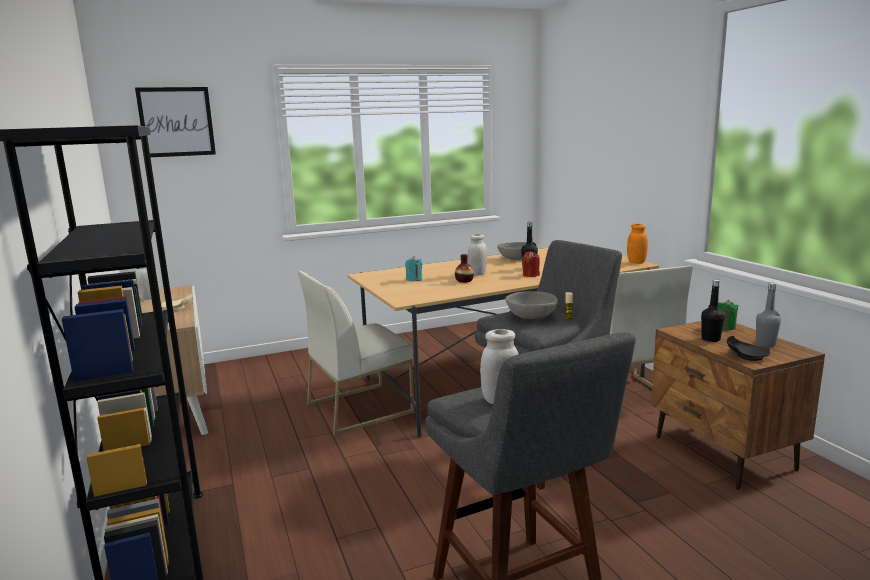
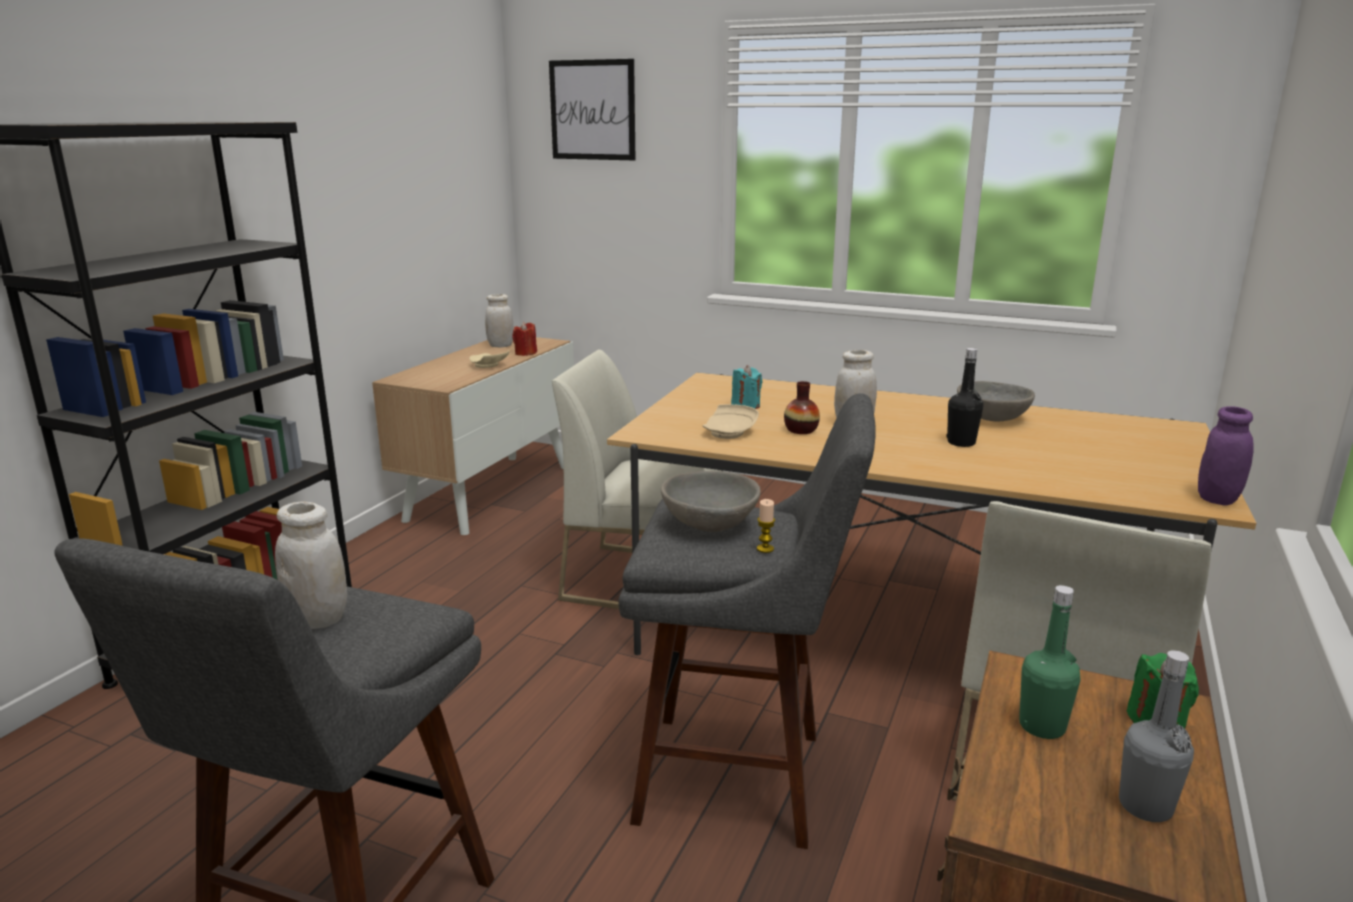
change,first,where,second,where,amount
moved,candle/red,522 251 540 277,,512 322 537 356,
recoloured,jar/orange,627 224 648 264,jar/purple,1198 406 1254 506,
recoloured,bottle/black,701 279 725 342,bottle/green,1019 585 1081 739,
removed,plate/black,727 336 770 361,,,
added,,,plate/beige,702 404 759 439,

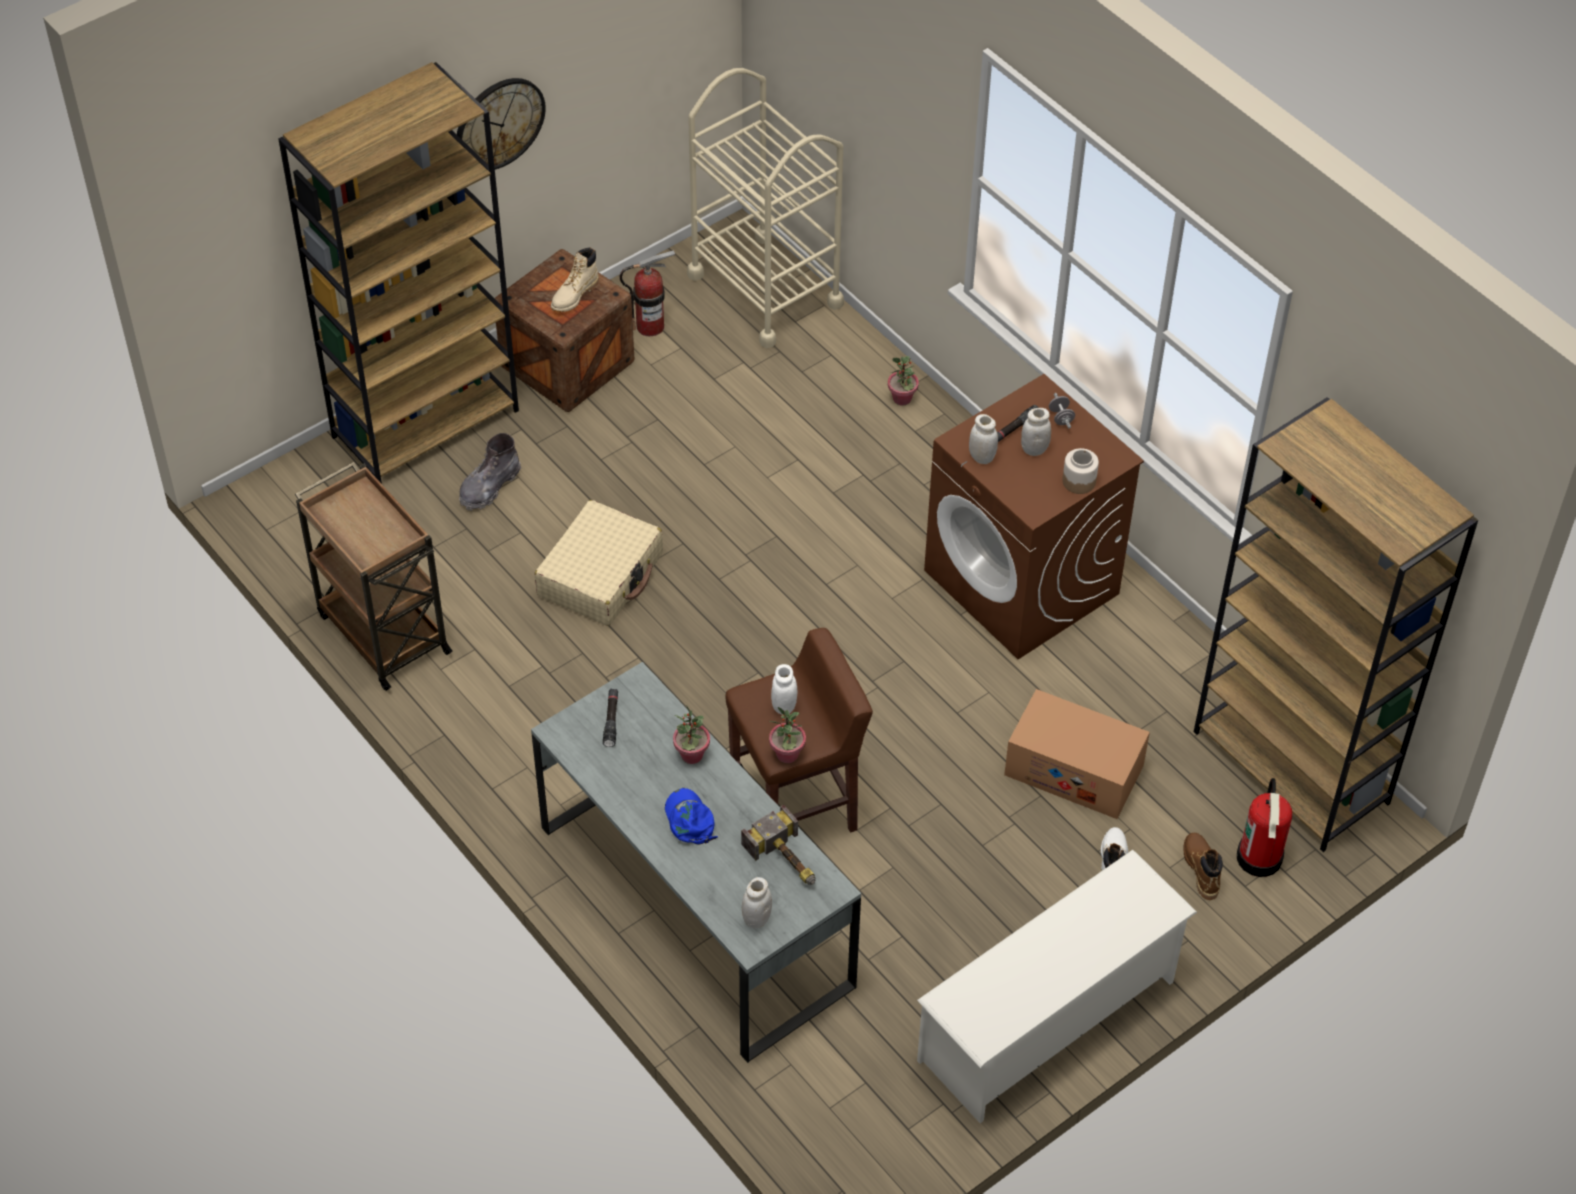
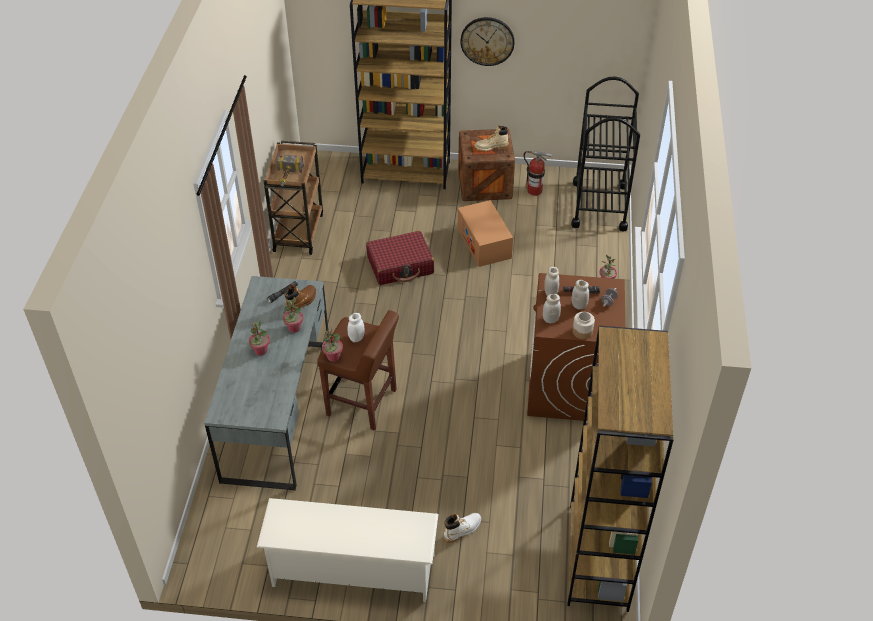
change,first,where,second,where,amount
removed,boot/grey,459 433 521 511,,,
recoloured,suitcase/beige,535 500 663 626,suitcase/red,366 231 434 285,
replaced,cap/blue,665 788 718 844,potted plant,249 320 270 356,
recoloured,cart/beige,687 68 844 348,cart/black,571 77 640 231,
moved,hammer,741 805 815 885,,276 154 304 186,
moved,jar/white,742 877 772 928,,543 294 561 323,
moved,cardboard box,1004 689 1150 819,,458 200 513 267,
moved,boot/brown,1183 833 1223 900,,285 285 316 312,
removed,fire extinguisher,1237 778 1292 877,,,

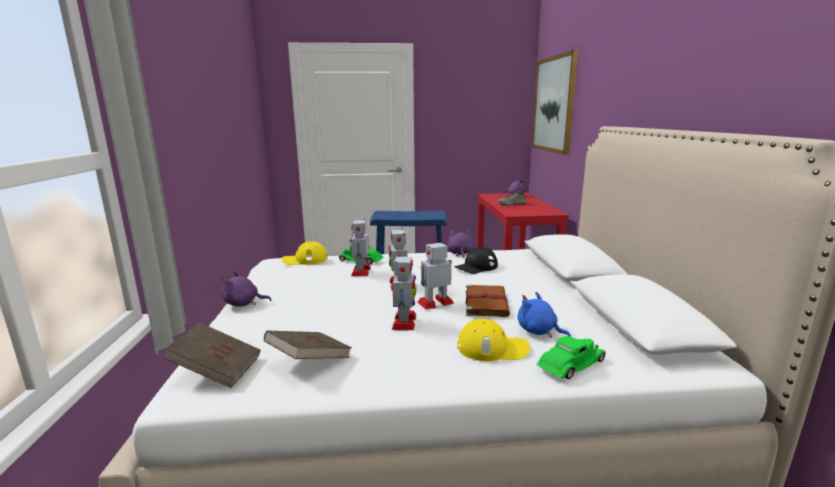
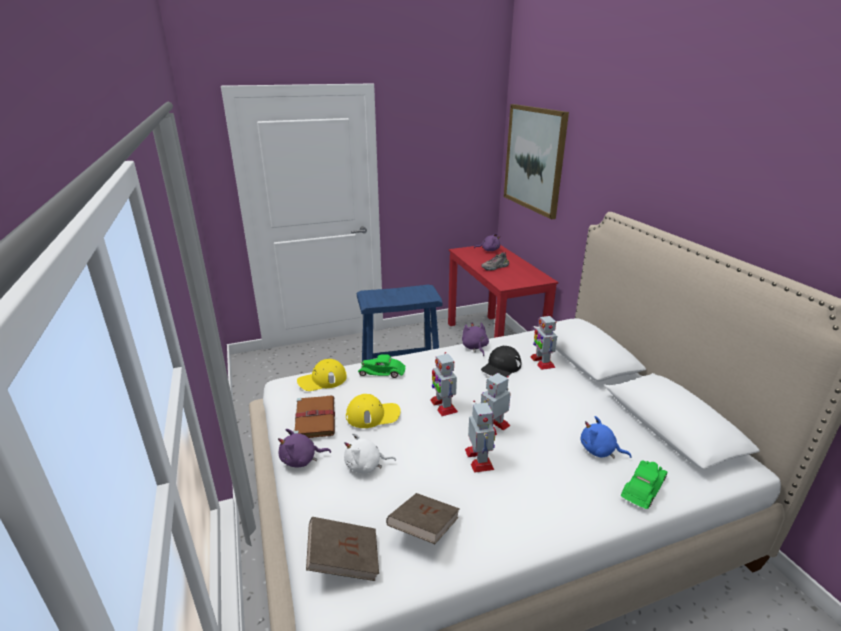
change,first,where,second,where,amount
moved,toy robot,350 219 371 276,,530 314 557 370,
moved,cap/yellow,457 319 530 361,,346 394 401 428,
moved,book/brown,466 284 510 317,,293 396 335 438,
added,,,plush toy/white,344 433 396 473,

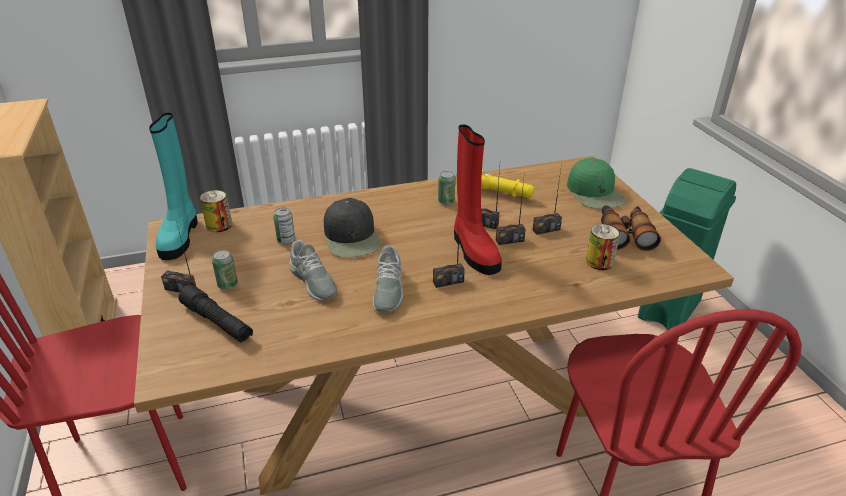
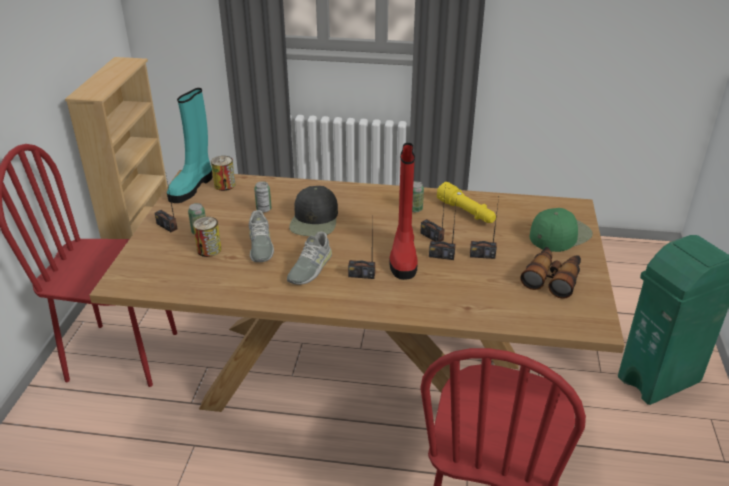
change,first,where,second,where,amount
removed,flashlight/black,178 285 253 343,,,
turned,cap/green,567 158 626 209,,530 208 593 252,135 degrees counterclockwise
moved,can,586 224 620 270,,193 217 221 257,

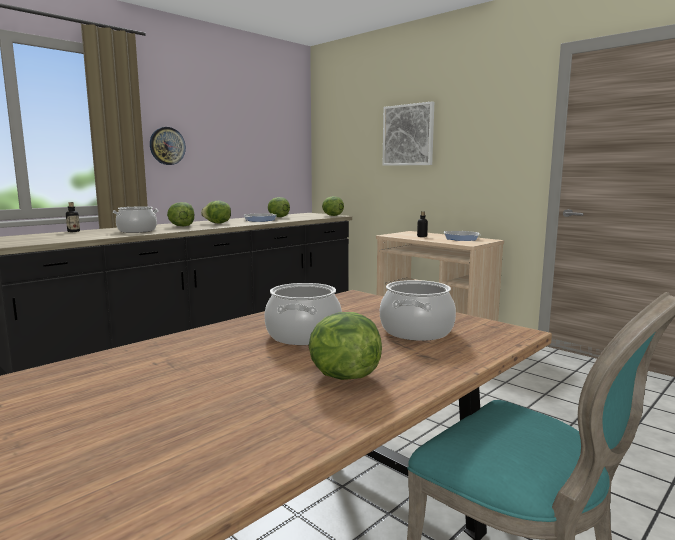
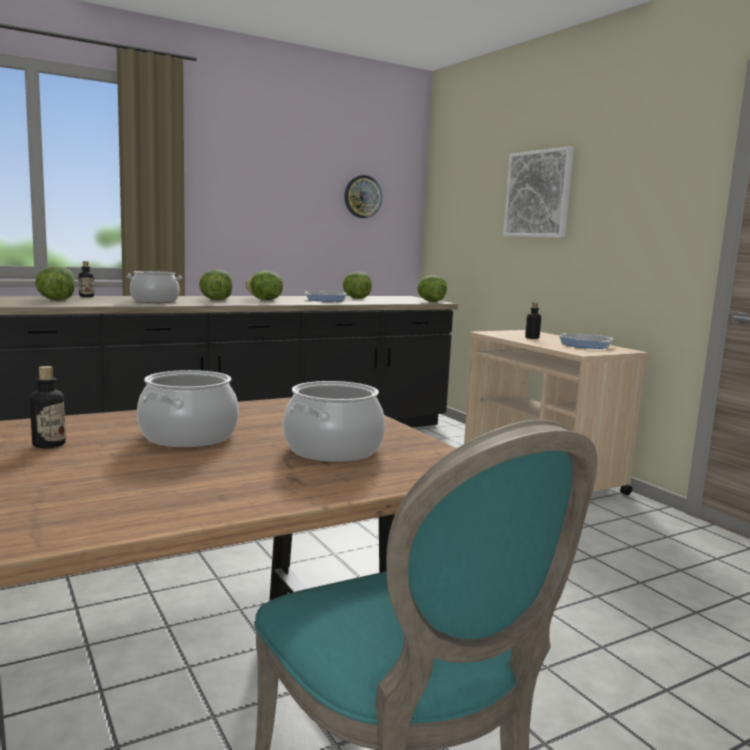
change,first,where,second,where,amount
moved,wall clock,150 127 186 165,,344 175 382 218,
moved,lettuce,308 312 382 380,,35 266 75 300,
added,,,bottle,30 366 66 448,

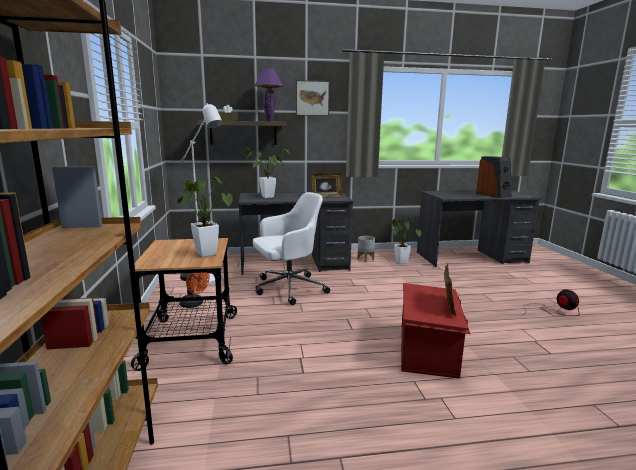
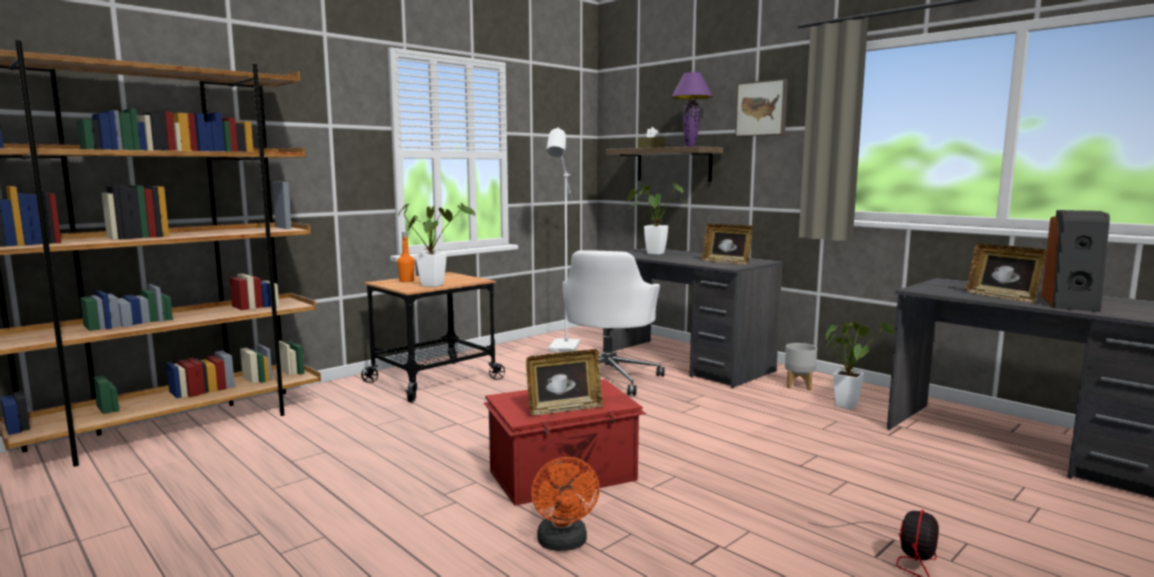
change,first,where,second,where,amount
moved,fan/orange,179 272 209 308,,531 457 600 551,
turned,office chair/white,253 192 330 305,,563 250 665 396,75 degrees clockwise
added,,,bottle/orange,397 232 415 282,
added,,,picture frame,966 243 1046 303,

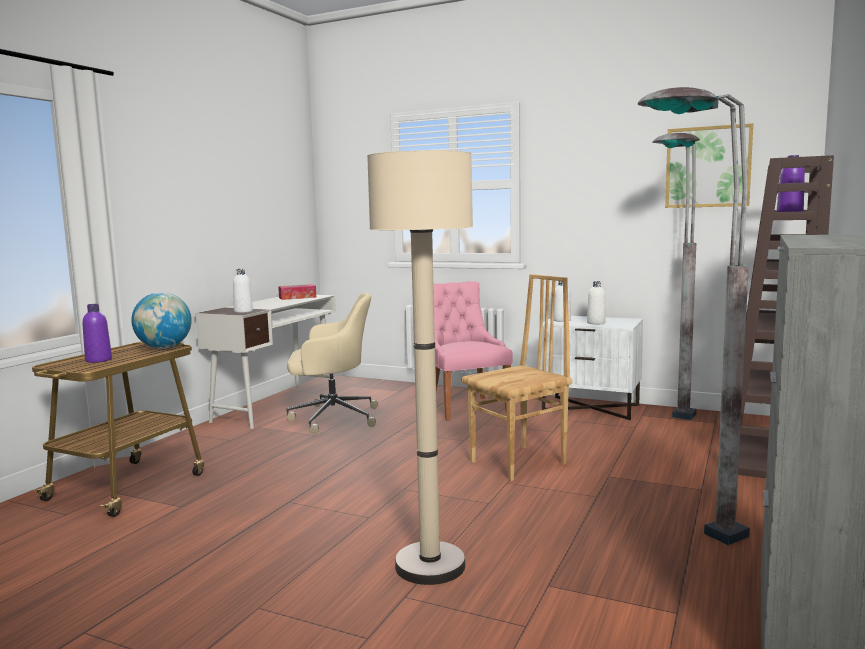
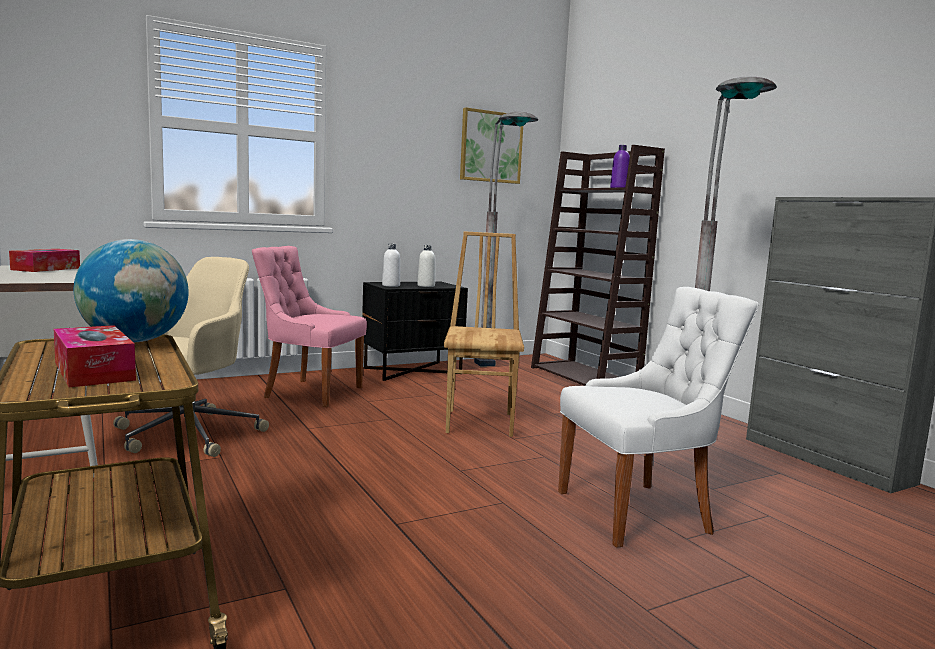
change,first,where,second,where,amount
replaced,bottle/purple,82 304 112 363,tissue box,54 325 136 387,
removed,bottle/white,233 269 253 313,,,
replaced,floor lamp/beige,367 150 473 585,chair/white,558 287 759 548,
recoloured,nightstand/white,540 316 643 420,nightstand/black,362 282 468 381,

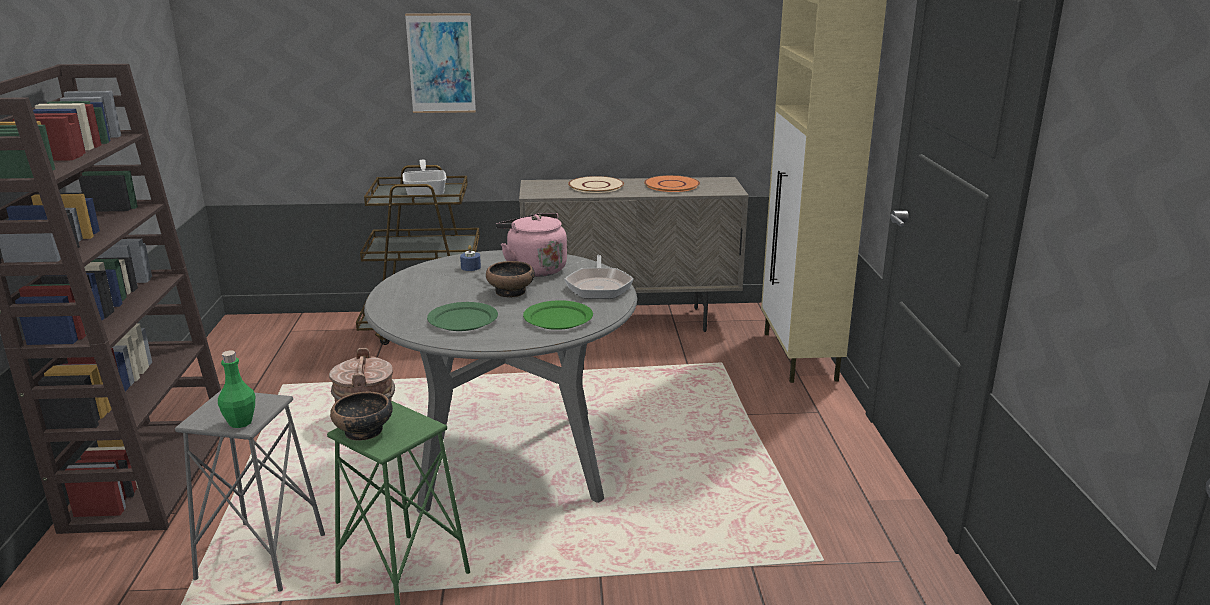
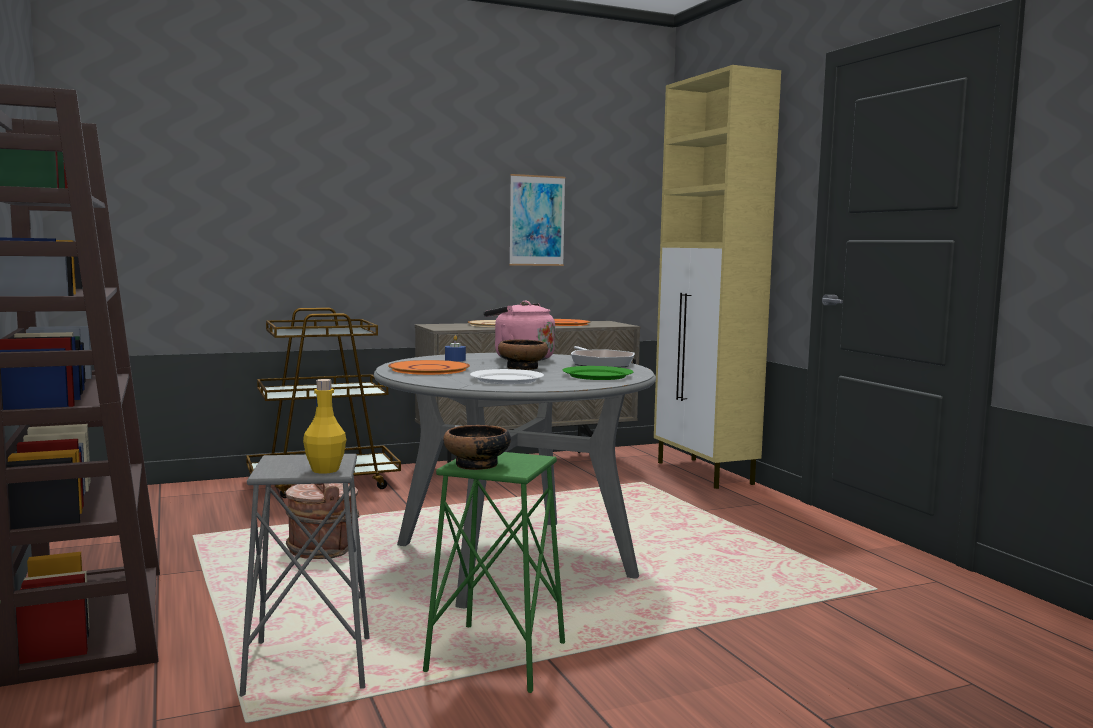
change,first,where,second,where,amount
recoloured,bottle/green,218 351 255 428,bottle/yellow,303 379 346 474,
removed,frying pan,402 160 446 199,,,
moved,picture,405 13 476 113,,509 174 566 266,
recoloured,plate/green,427 302 498 331,plate/white,470 369 544 384,
added,,,plate/orange,388 360 470 375,

